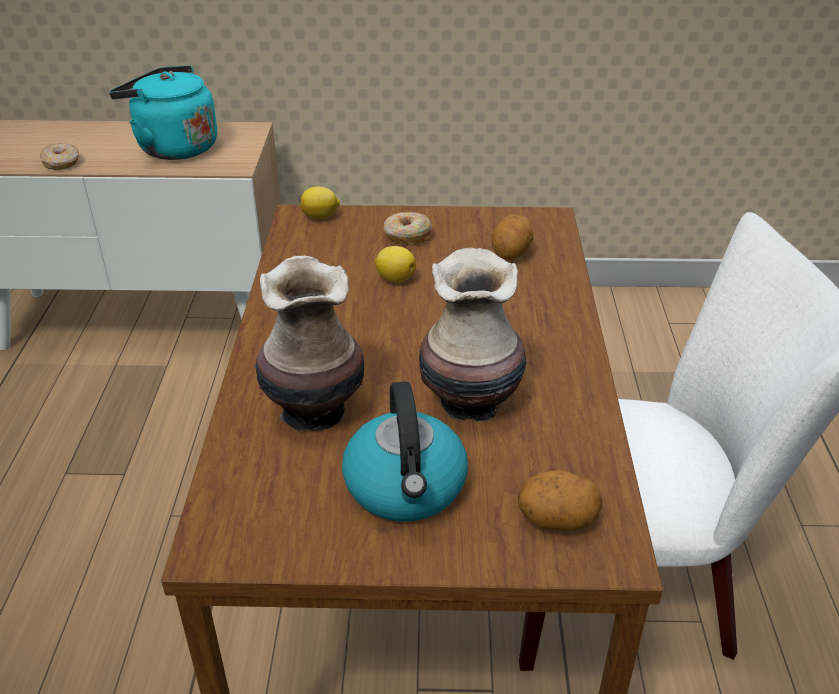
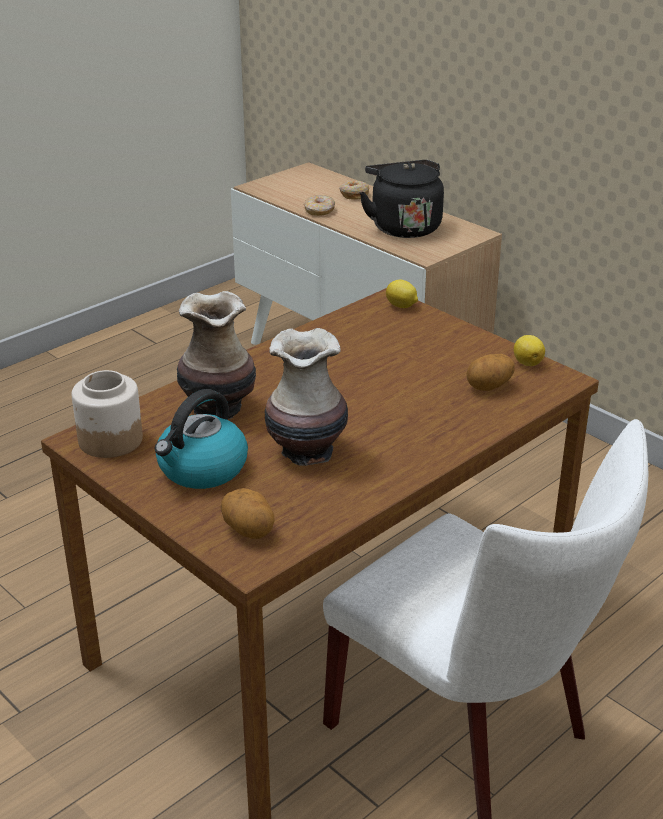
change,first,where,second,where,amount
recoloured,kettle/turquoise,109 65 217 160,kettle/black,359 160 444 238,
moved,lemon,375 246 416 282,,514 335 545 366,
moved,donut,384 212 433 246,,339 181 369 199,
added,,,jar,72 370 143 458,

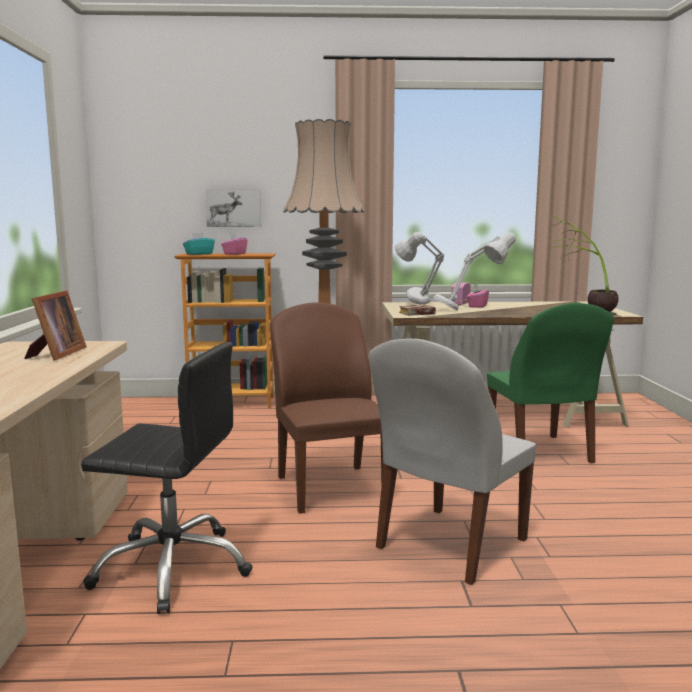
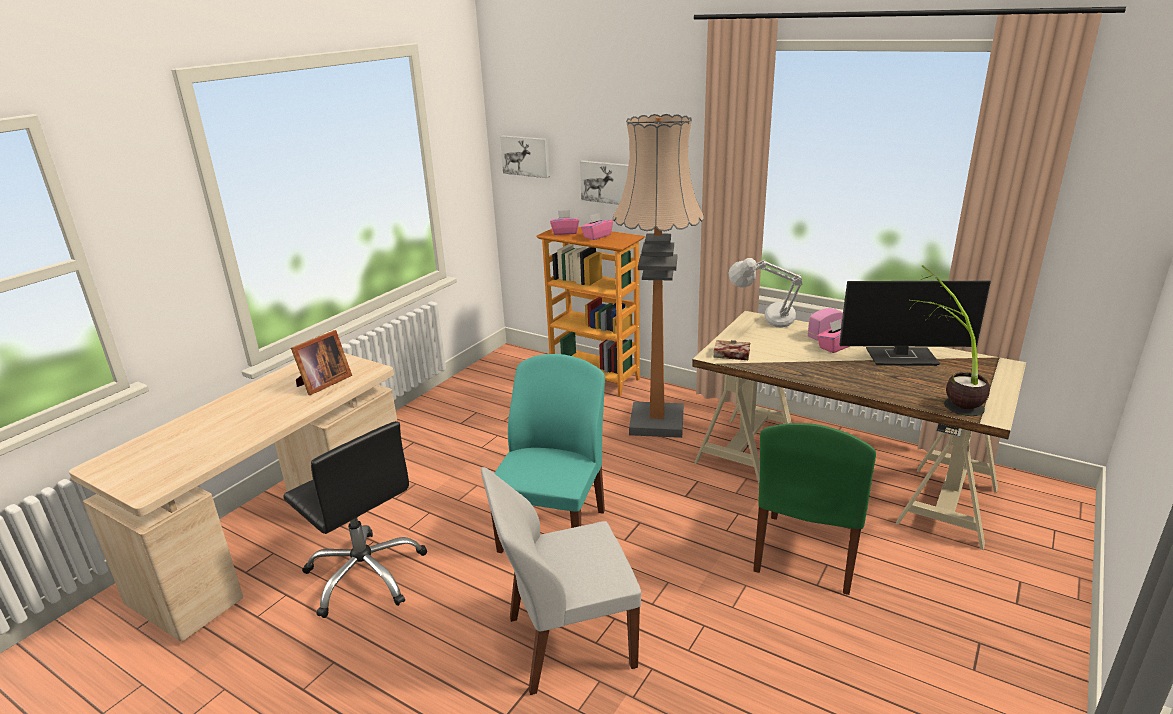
change,first,where,second,where,amount
recoloured,tissue box/turquoise,183 232 215 255,tissue box/pink,550 210 579 235,
recoloured,chair/brown,270 302 384 514,chair/turquoise,491 354 605 553,
removed,table lamp/grey,433 233 516 311,,,
added,,,picture,500 135 550 178,
added,,,monitor,839 281 991 366,

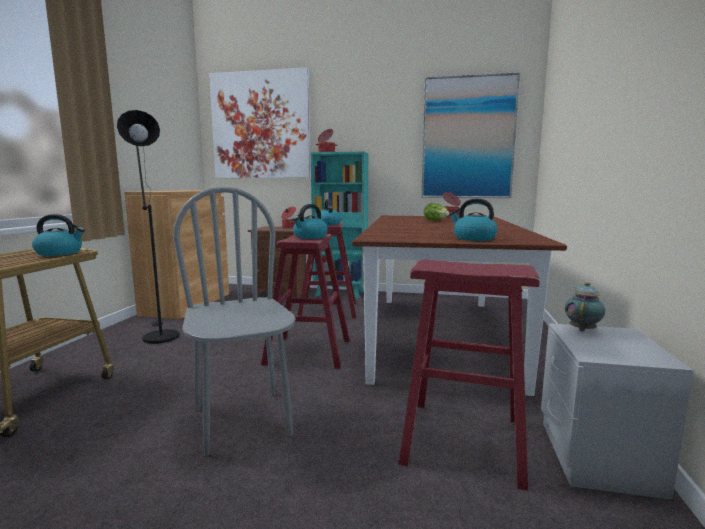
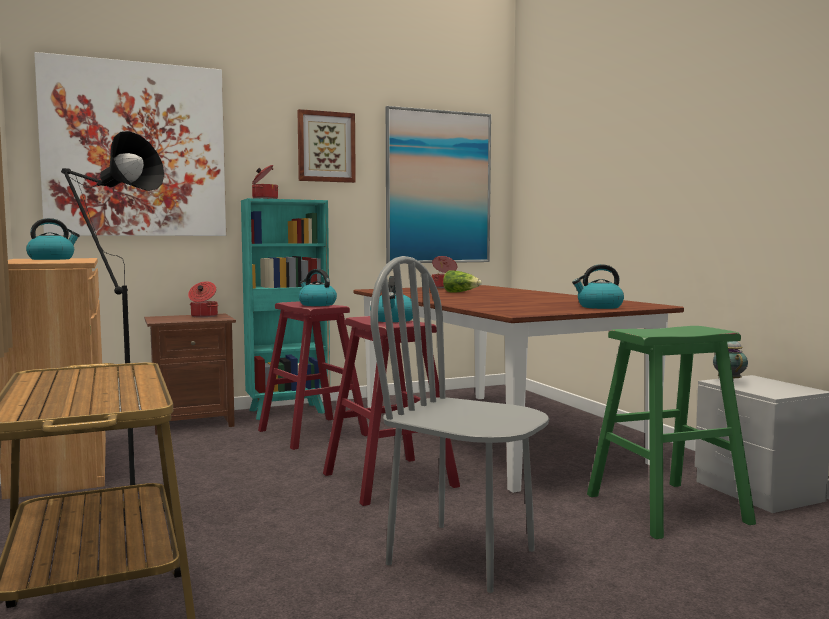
change,first,where,second,where,amount
moved,kettle,32 214 85 256,,26 218 80 260,
recoloured,stool/red,399 260 540 491,stool/green,587 326 756 539,
added,,,picture,298 109 356 183,

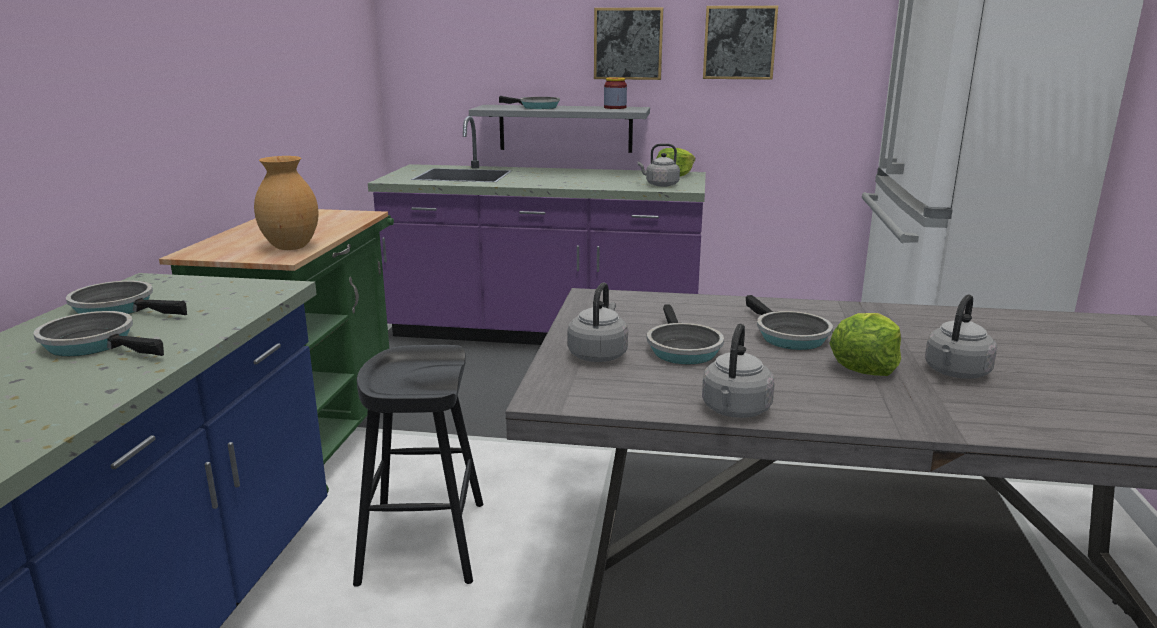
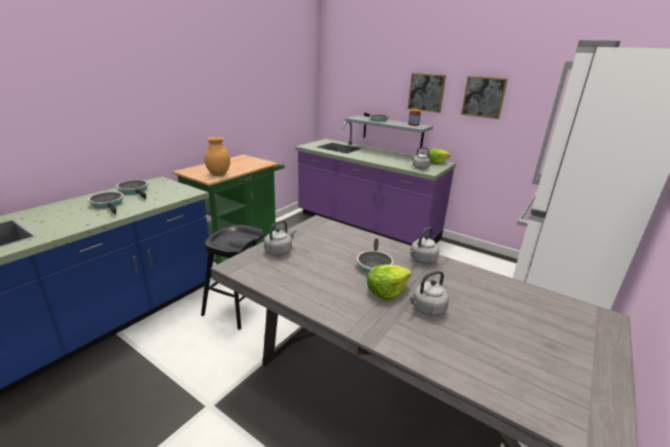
change,first,where,second,where,amount
removed,frying pan,647 304 724 364,,,
moved,kettle/grey,702 324 775 418,,410 227 440 264,

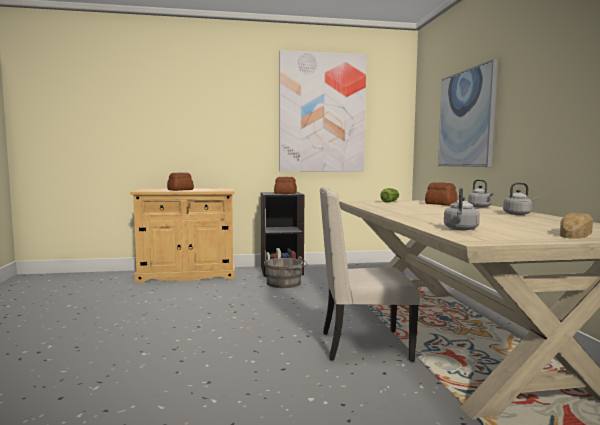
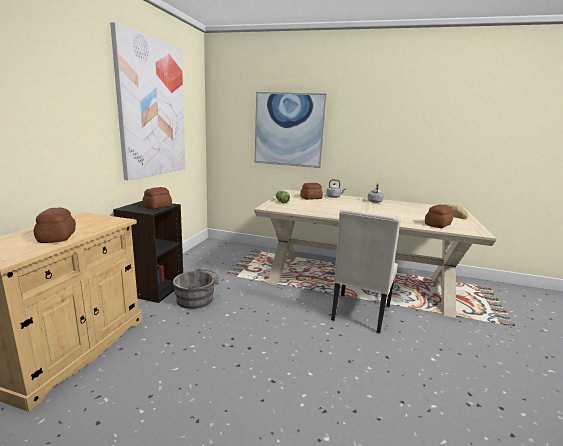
change,first,where,second,where,amount
replaced,kettle/grey,444 188 480 230,bread,425 205 453 228,

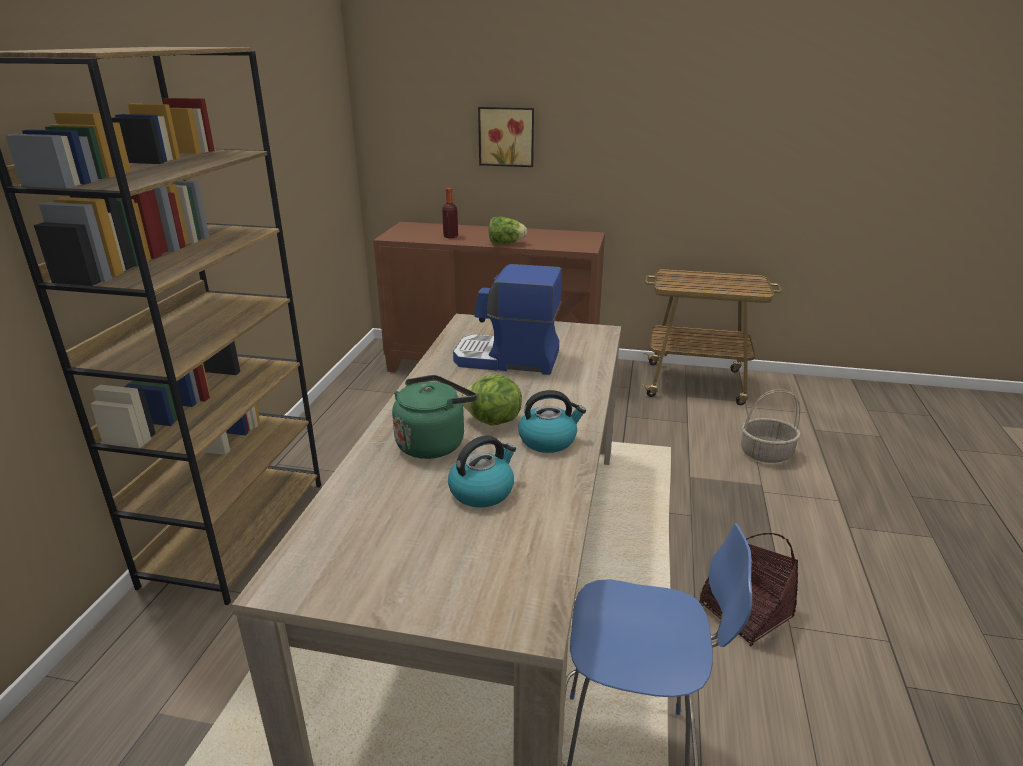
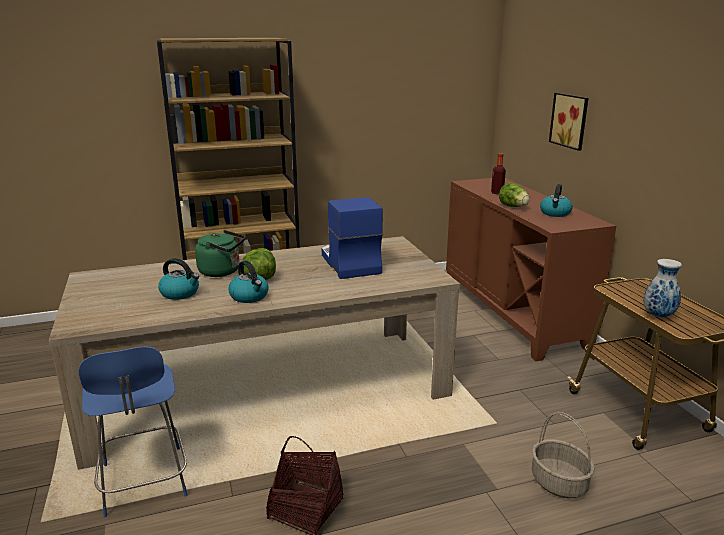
change,first,where,second,where,amount
added,,,kettle,540 184 573 217,
added,,,vase,644 259 682 318,

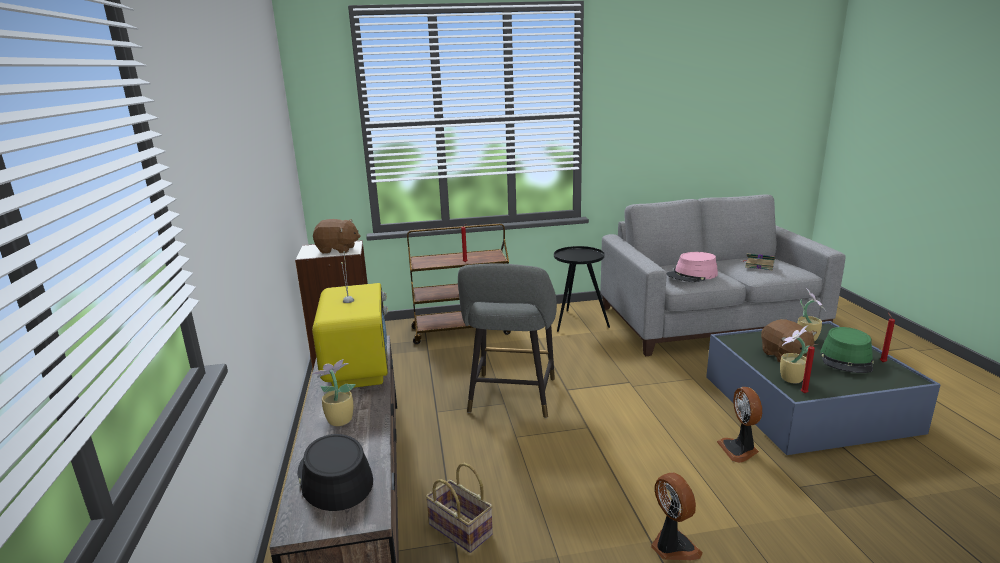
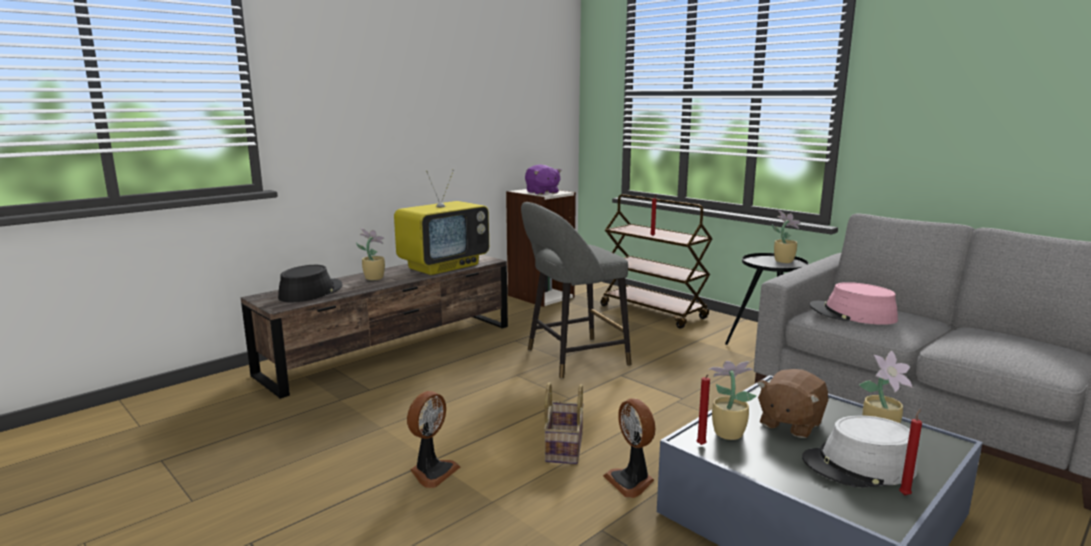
change,first,where,second,where,amount
recoloured,plush toy/brown,313 219 361 254,plush toy/purple,525 164 562 195,
moved,basket,425 463 493 553,,544 382 584 464,
turned,fan,717 387 762 463,,603 398 656 498,75 degrees counterclockwise
removed,book,741 253 775 270,,,
recoloured,hat/green,820 327 874 373,hat/grey,802 415 918 487,
added,,,potted plant,772 211 801 263,

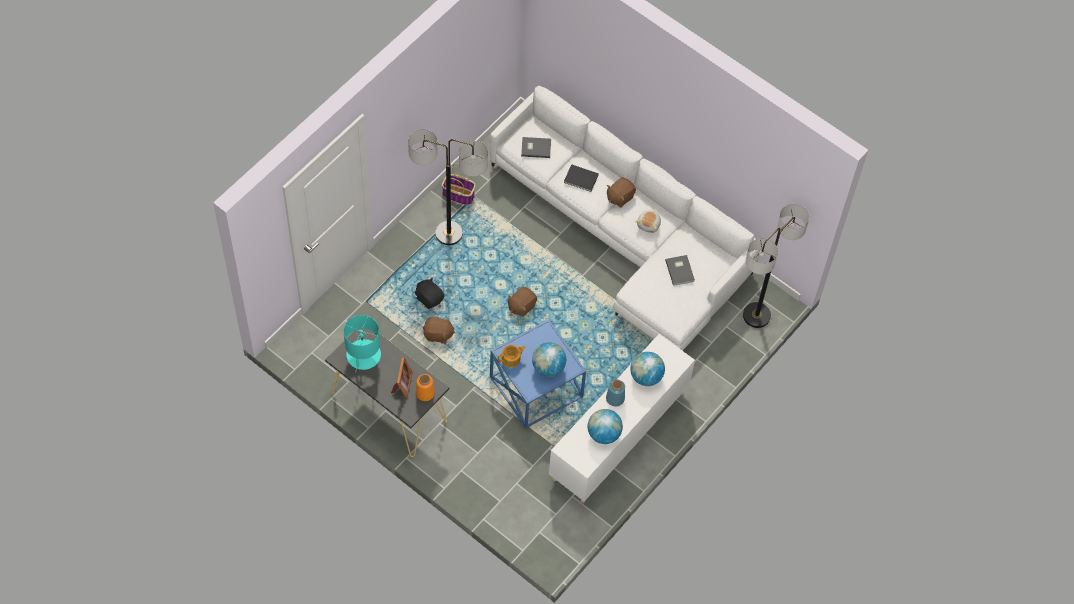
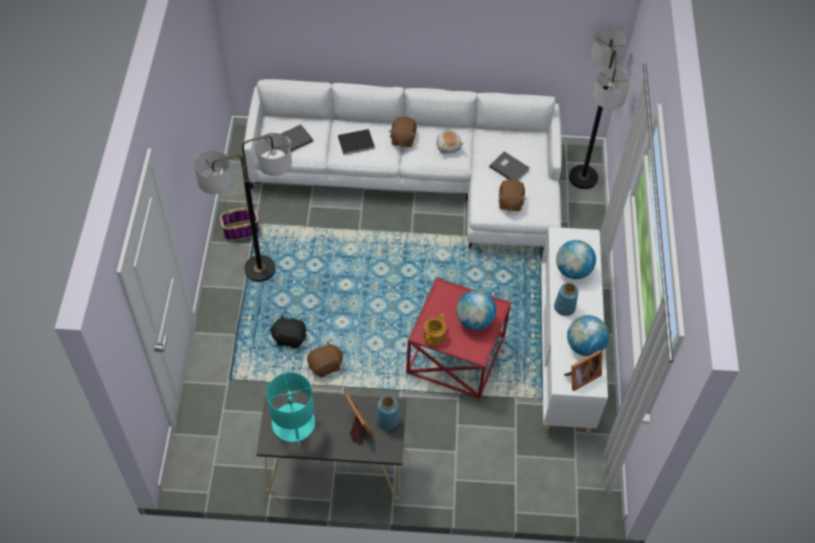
change,first,where,second,where,amount
recoloured,vase/orange,416 374 435 401,vase/blue,376 396 399 430,
recoloured,side table/blue,490 319 586 429,side table/red,406 277 511 399,
moved,plush toy/brown,508 287 537 317,,498 179 526 211,
added,,,picture frame,564 350 602 391,

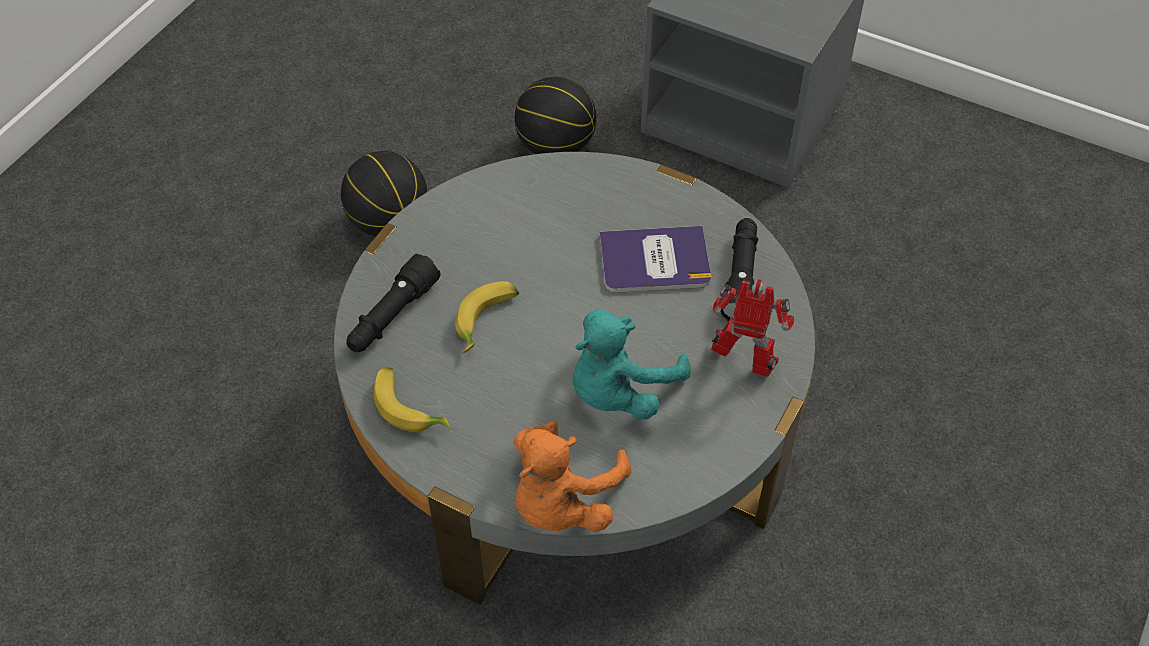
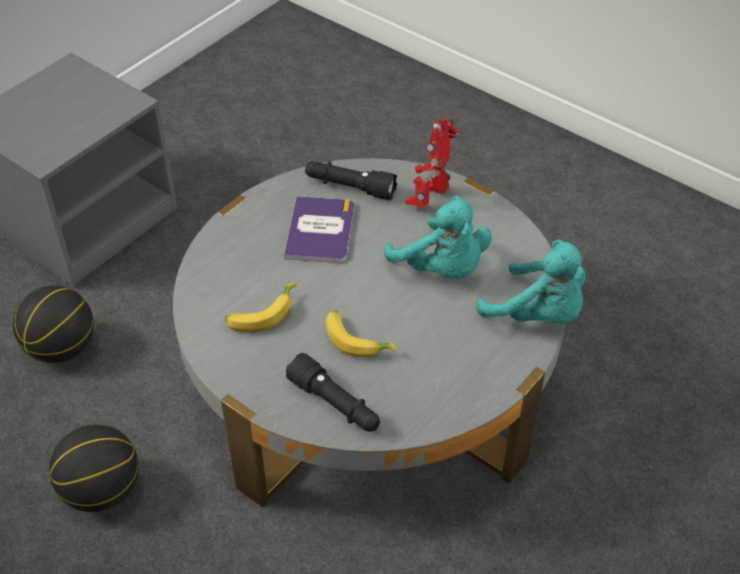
change,first,where,second,where,amount
moved,banana,374 368 450 432,,225 283 297 332,
recoloured,plush toy/orange,514 421 631 532,plush toy/turquoise,476 239 585 324,

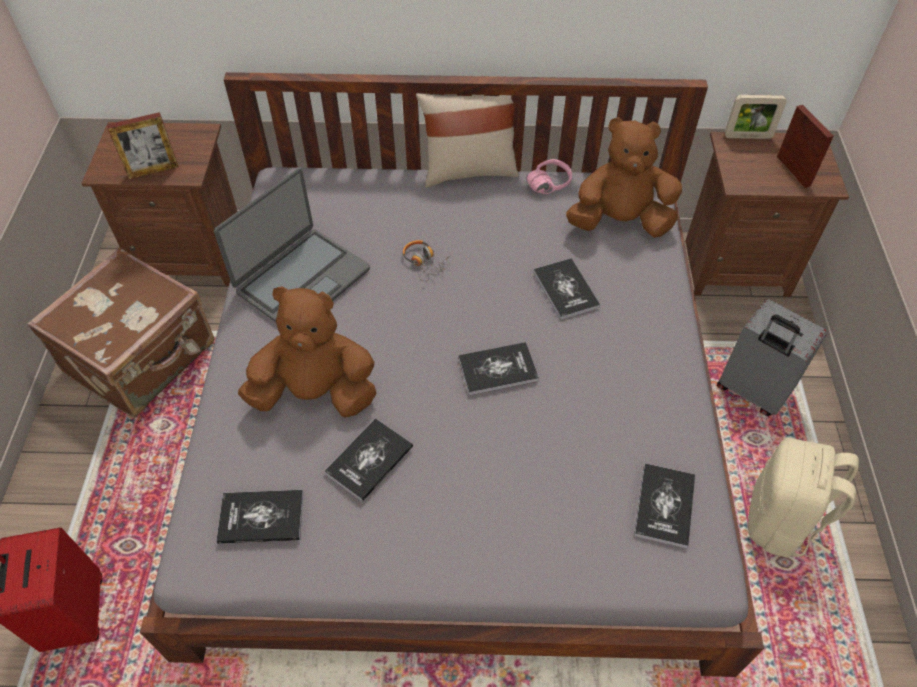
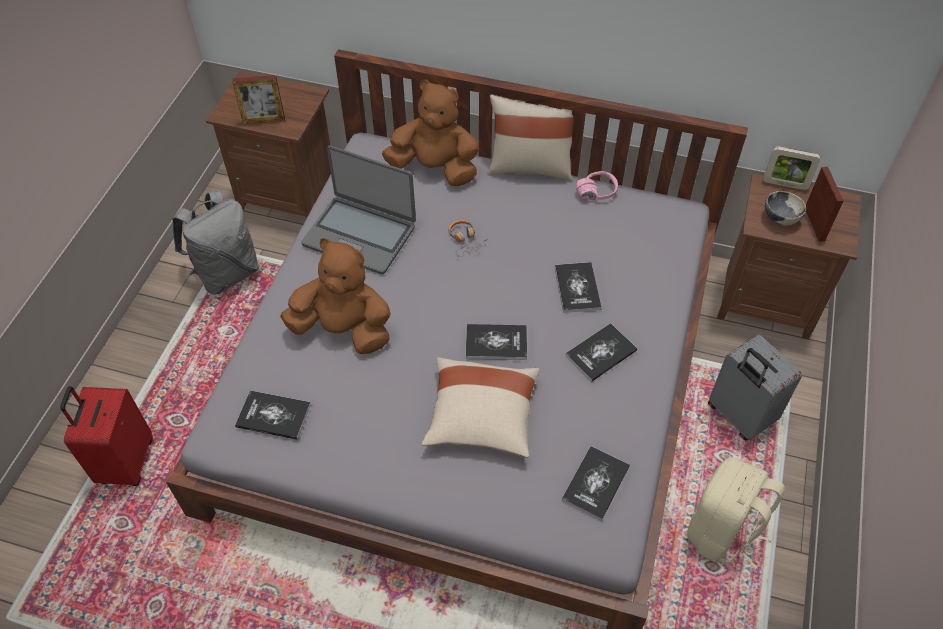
change,first,where,second,where,amount
replaced,suitcase/brown,27 248 215 418,backpack/grey,172 191 259 295,
turned,laptop,214 168 370 322,,301 145 416 275,60 degrees clockwise
moved,book,325 418 413 502,,565 323 637 382,
moved,plush toy/brown,566 117 682 238,,382 80 479 186,
added,,,pillow/beige,422 357 540 458,
added,,,bowl,765 191 806 226,

